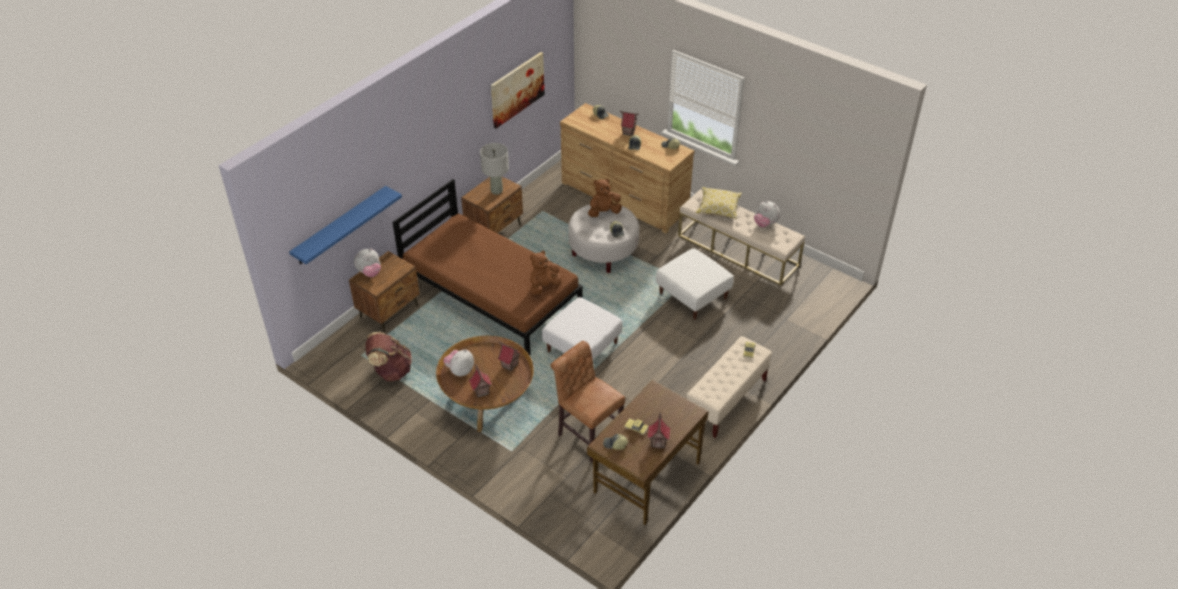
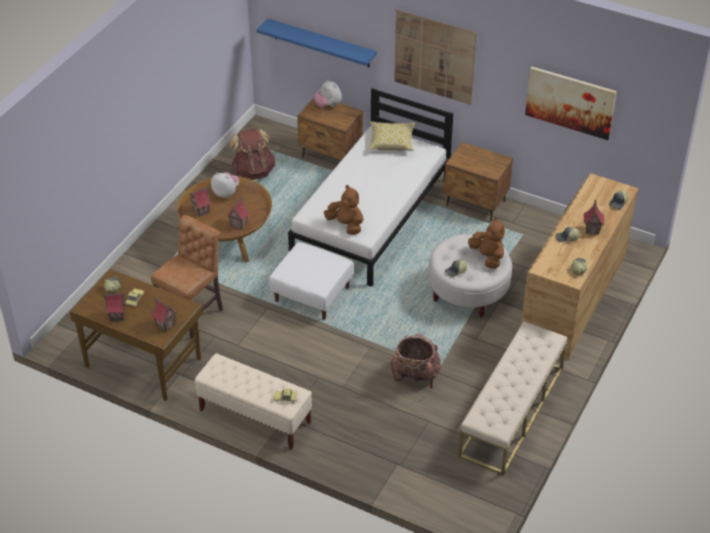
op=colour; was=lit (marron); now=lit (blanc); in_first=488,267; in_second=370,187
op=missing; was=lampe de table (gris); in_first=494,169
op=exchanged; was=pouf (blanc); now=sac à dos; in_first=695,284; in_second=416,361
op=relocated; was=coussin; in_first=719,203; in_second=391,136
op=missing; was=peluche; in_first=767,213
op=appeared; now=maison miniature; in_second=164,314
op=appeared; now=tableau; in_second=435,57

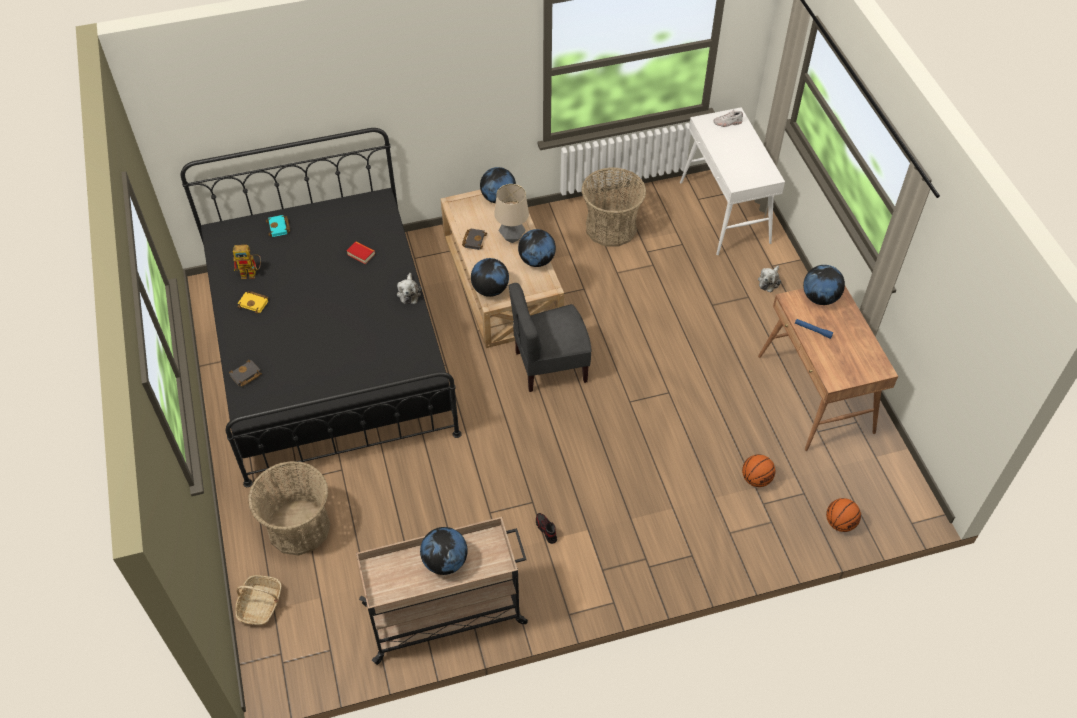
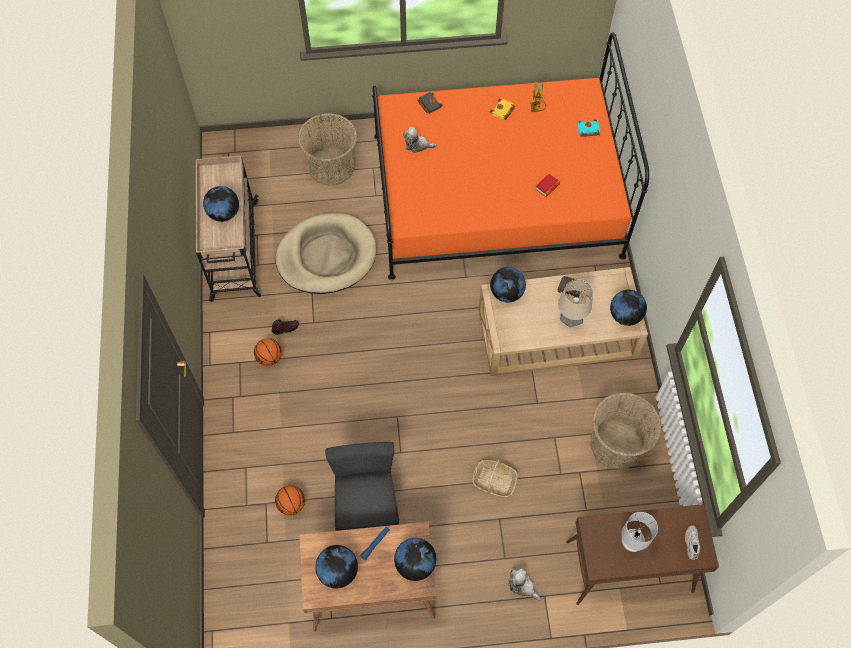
op=colour; was=lit (noir); now=lit (orange); in_first=321,307; in_second=510,156
op=relocated; was=panier; in_first=258,600; in_second=495,478
op=relocated; was=peluche; in_first=409,288; in_second=420,140
op=relocated; was=chaise (gris); in_first=550,337; in_second=362,486
op=relocated; was=globe; in_first=537,248; in_second=336,567
op=colour; was=table console (blanc); now=table console (marron); in_first=732,181; in_second=642,554
op=relocated; was=ballon de basket; in_first=843,515; in_second=268,352
op=appeared; now=panier pour chien (beige); in_second=326,253
op=appeared; now=lampe de table (gris); in_second=639,532

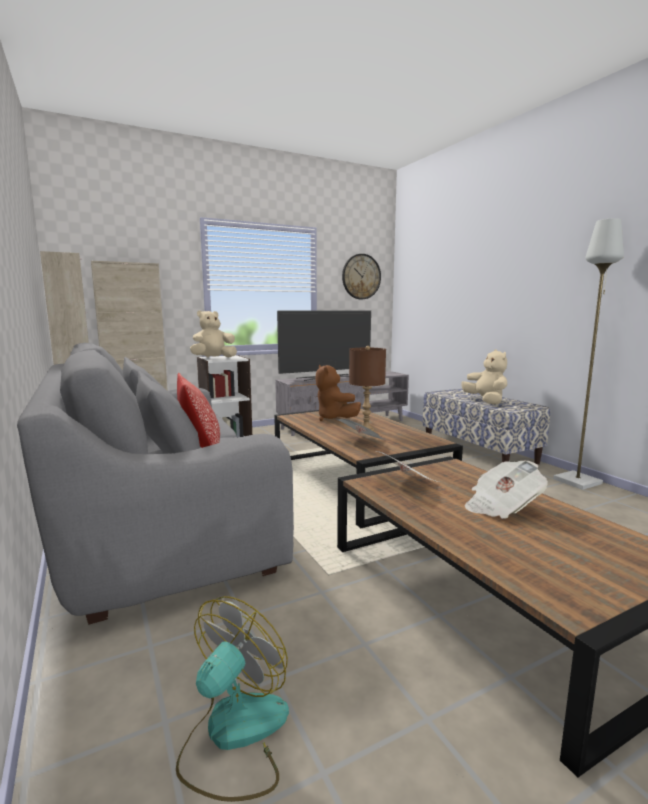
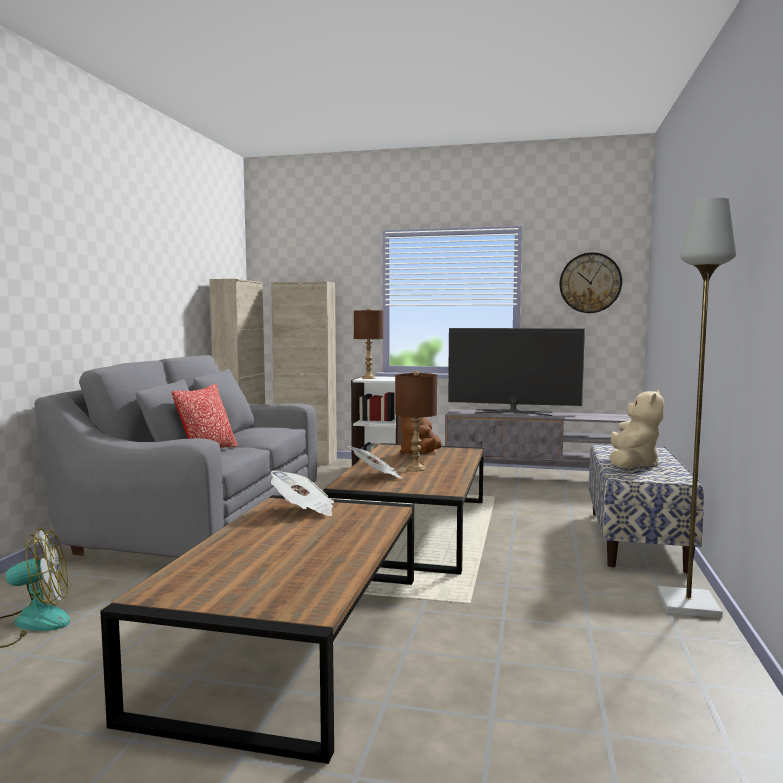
op=exchanged; was=peluche (beige); now=lampe de table (marron); in_first=213,333; in_second=368,343
op=missing; was=journal; in_first=506,490

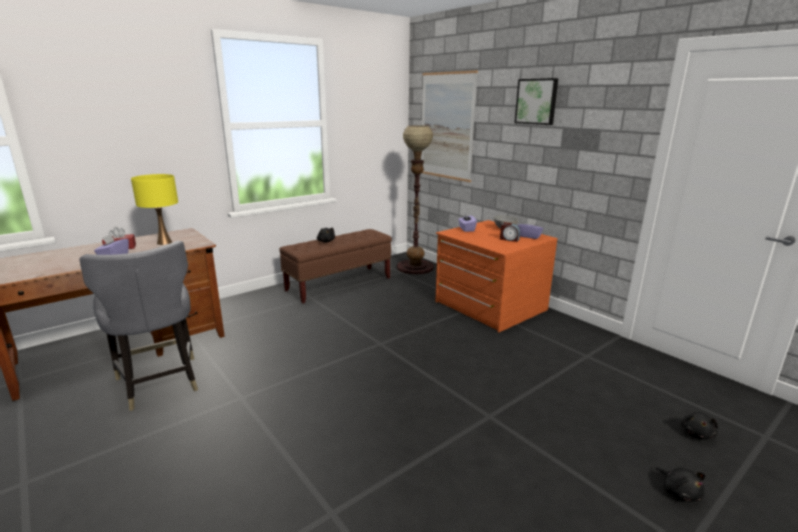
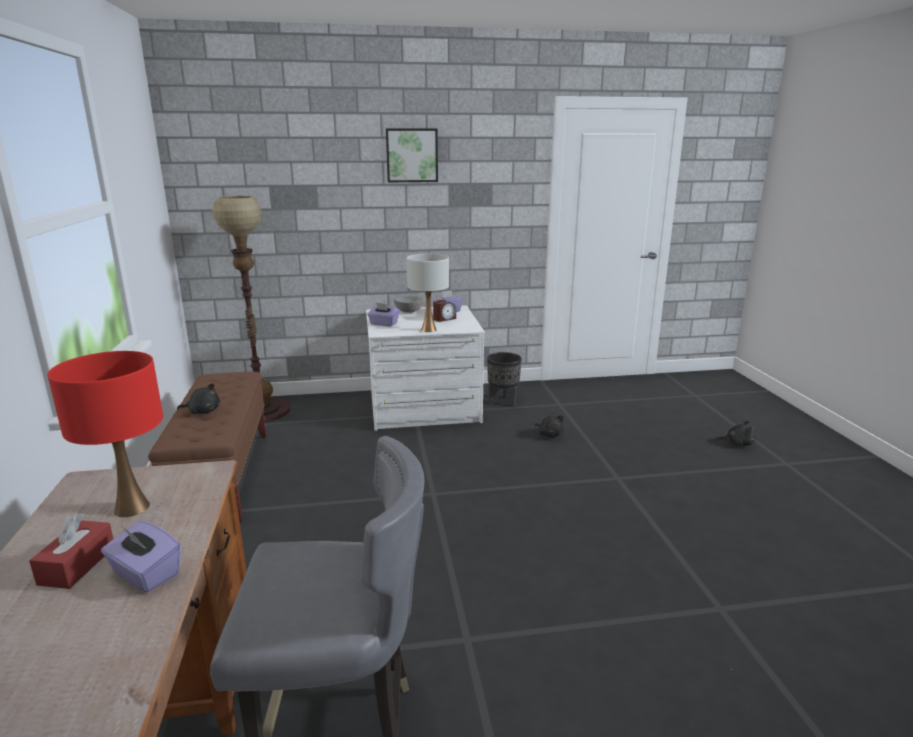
op=colour; was=lampe de table (jaune); now=lampe de table (rouge); in_first=154,209; in_second=105,434
op=missing; was=tableau; in_first=449,126
op=colour; was=commode (orange); now=commode (blanc); in_first=496,276; in_second=425,368
op=relocated; was=peluche (noir); in_first=699,425; in_second=549,426
op=appeared; now=lampe de table (blanc); in_second=427,293
op=appeared; now=cache-pot (noir); in_second=504,379

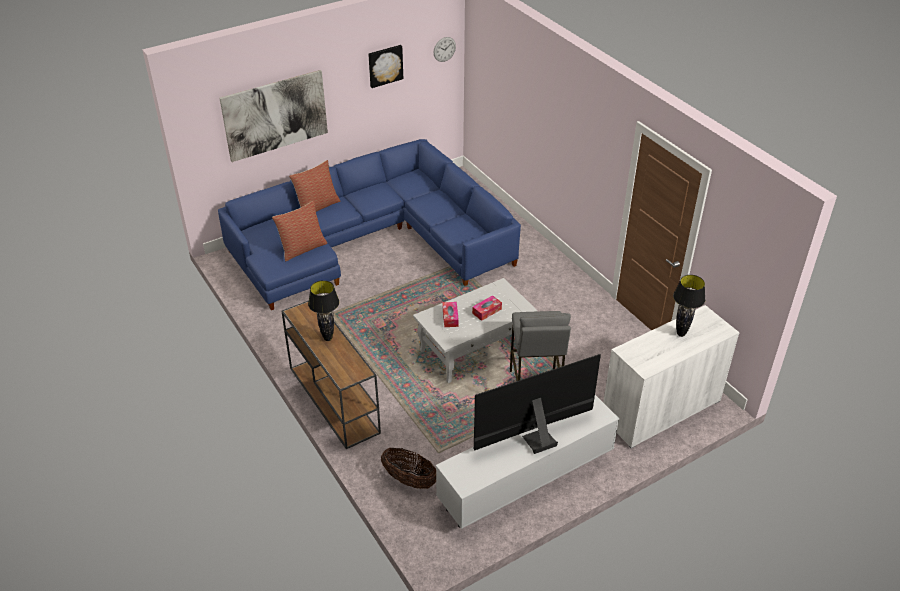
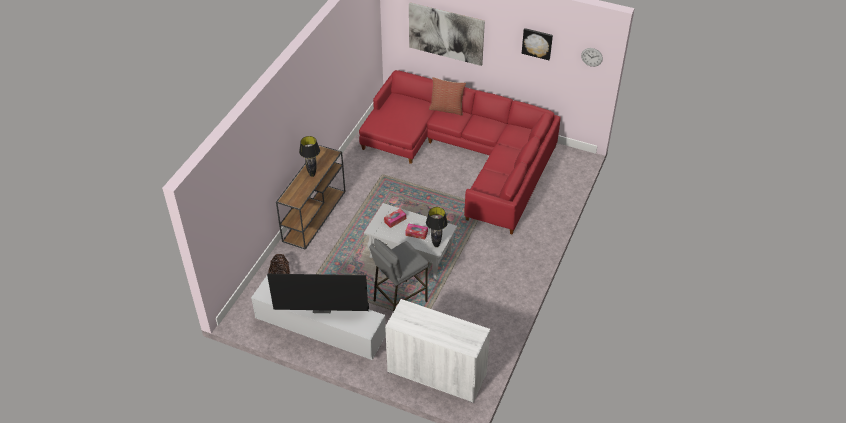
op=colour; was=canapé (bleu); now=canapé (rouge); in_first=369,224; in_second=460,152
op=missing; was=coussin; in_first=299,231
op=spun; was=téléviseur; in_first=537,404; in_second=318,293; clockwise=150
op=relocated; was=lampe de table (noir); in_first=689,306; in_second=437,227

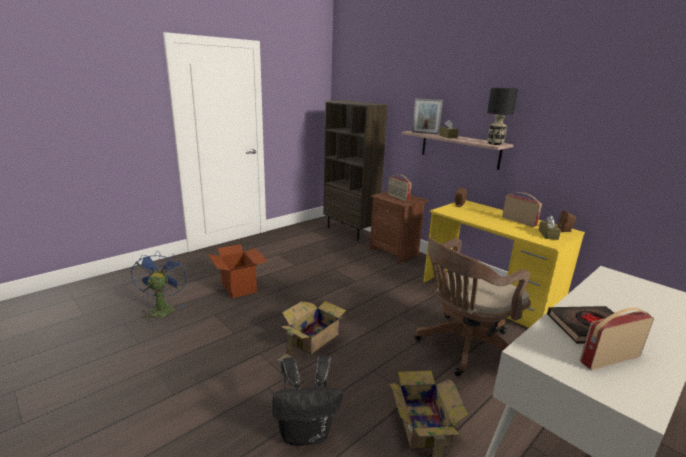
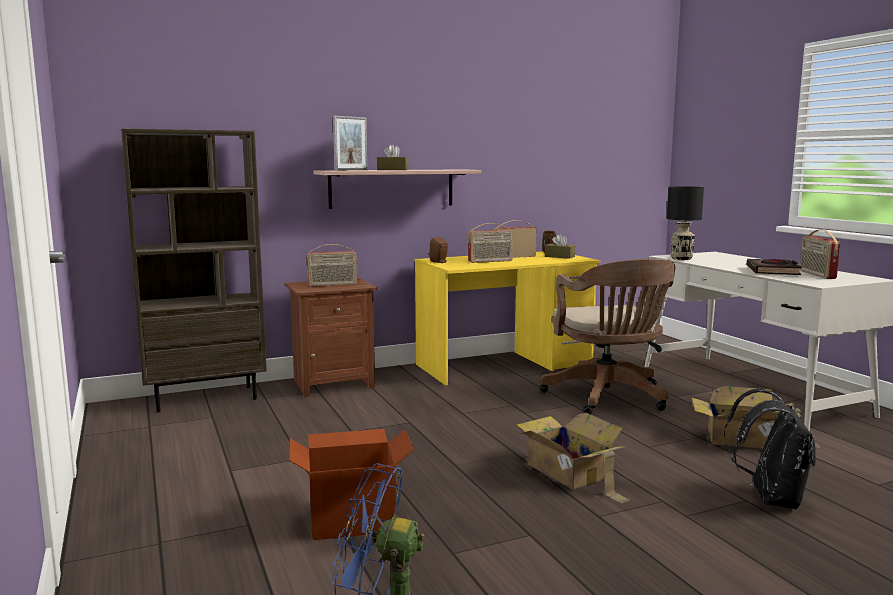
op=relocated; was=lampe de table (noir); in_first=502,116; in_second=685,223
op=appeared; now=radio; in_second=490,243

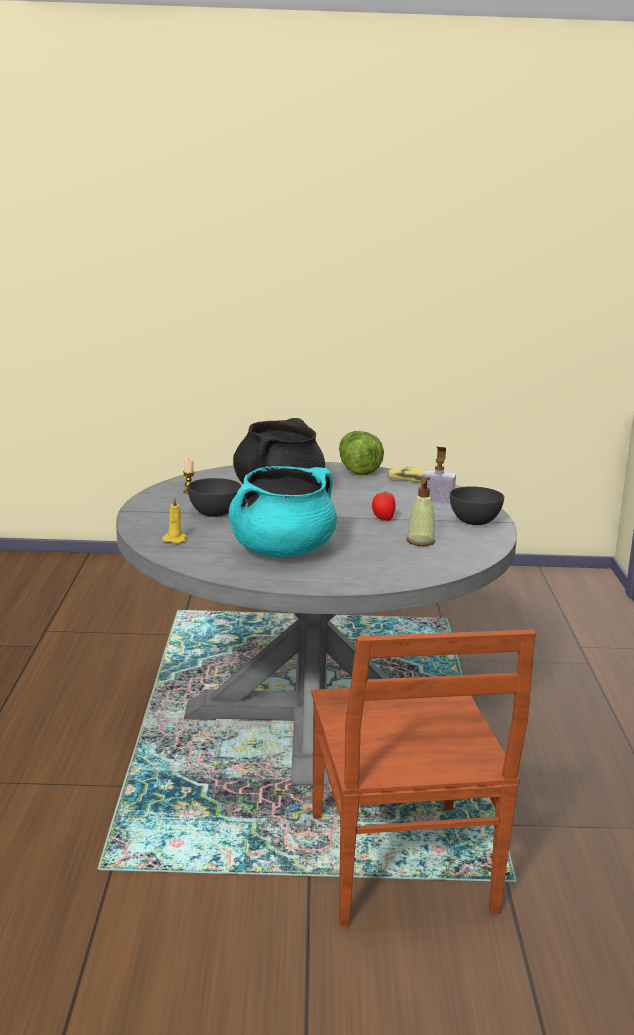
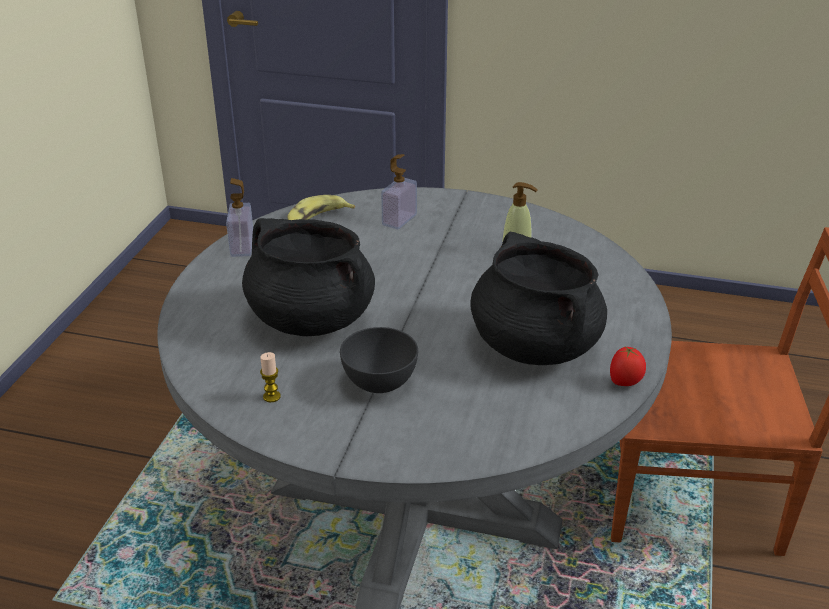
op=missing; was=bougie (jaune); in_first=174,519
op=colour; was=marmite (turquoise); now=marmite (noir); in_first=283,511; in_second=538,298
op=exchanged; was=laitue; now=distributeur de savon; in_first=361,453; in_second=239,217
op=relocated; was=tomate; in_first=384,506; in_second=628,366
op=missing; was=bol (gris); in_first=477,505

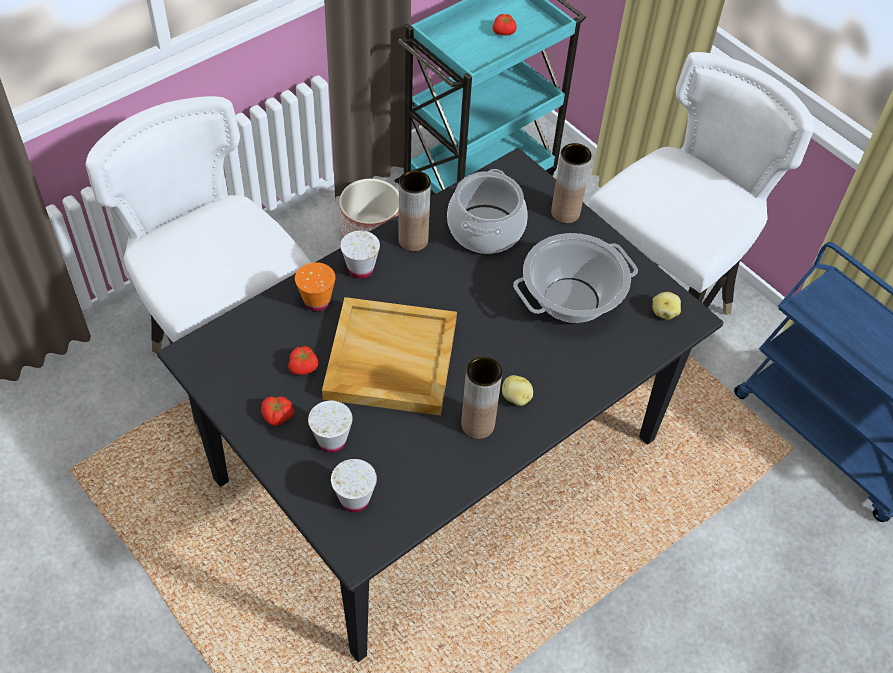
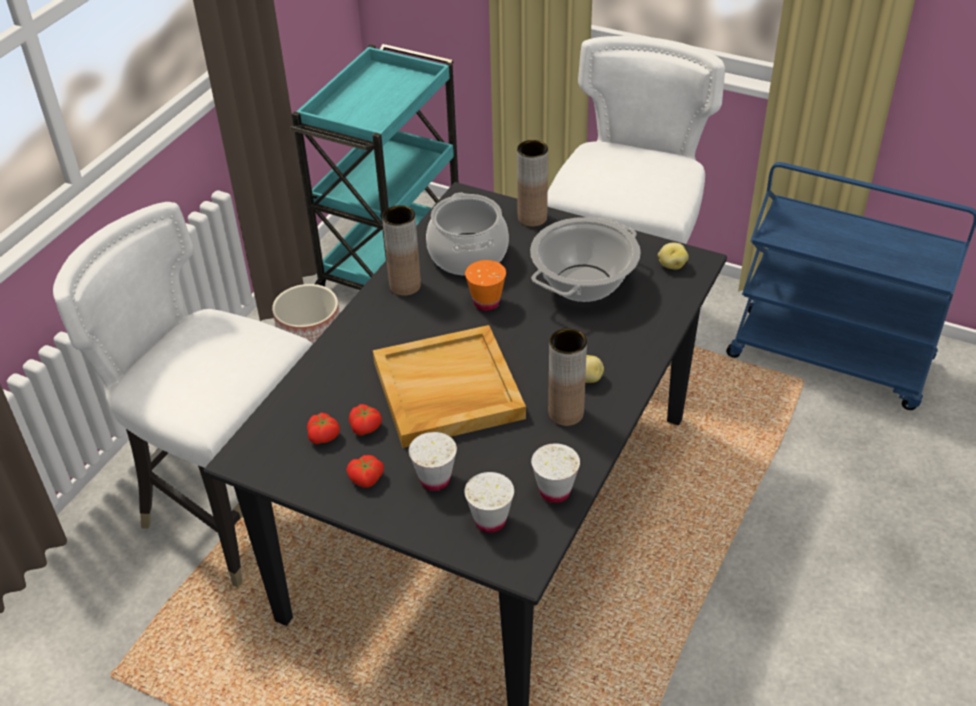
op=relocated; was=tasse (orange); in_first=315,286; in_second=485,285
op=relocated; was=tasse (blanc); in_first=360,255; in_second=555,473
op=relocated; was=tomate; in_first=505,25; in_second=323,428

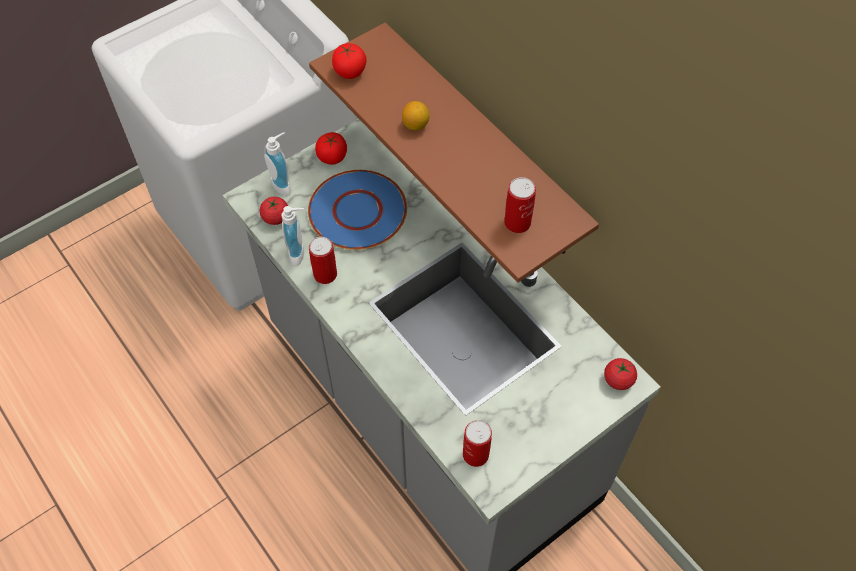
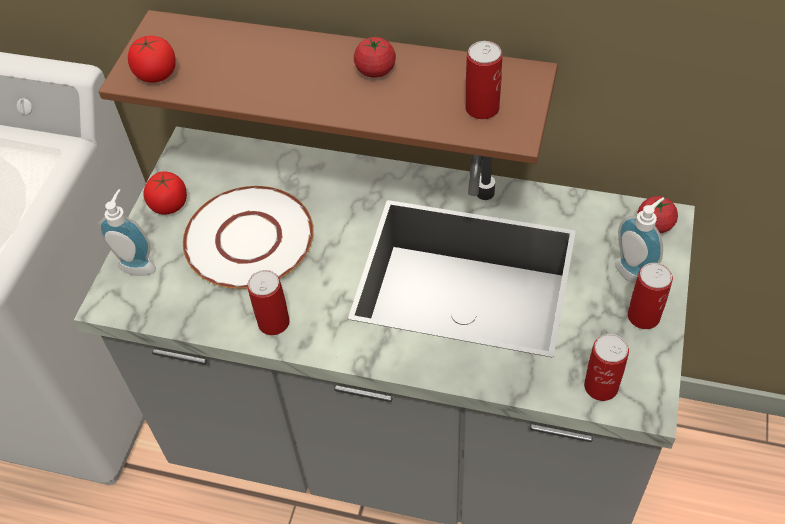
op=relocated; was=tomate; in_first=274,211; in_second=375,57
op=relocated; was=distributeur de savon; in_first=292,236; in_second=640,240
op=colour; was=assiette (bleu); now=assiette (blanc); in_first=357,210; in_second=248,237
op=missing; was=citron; in_first=416,115
op=appeared; now=boîte métallique; in_second=650,296

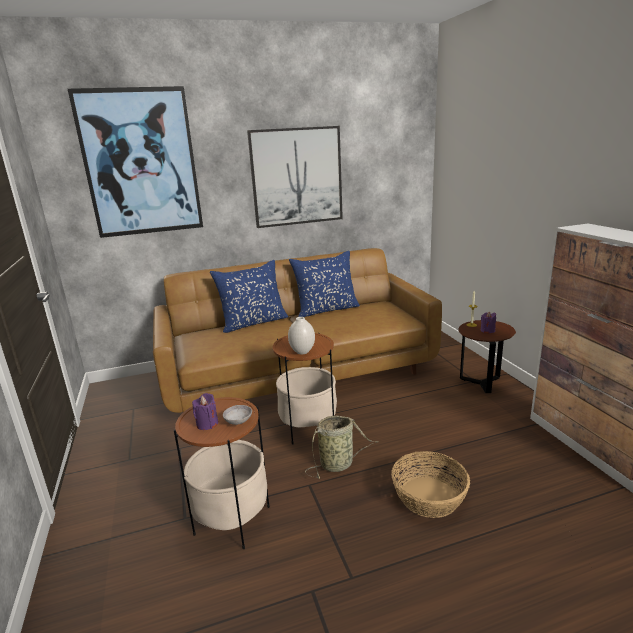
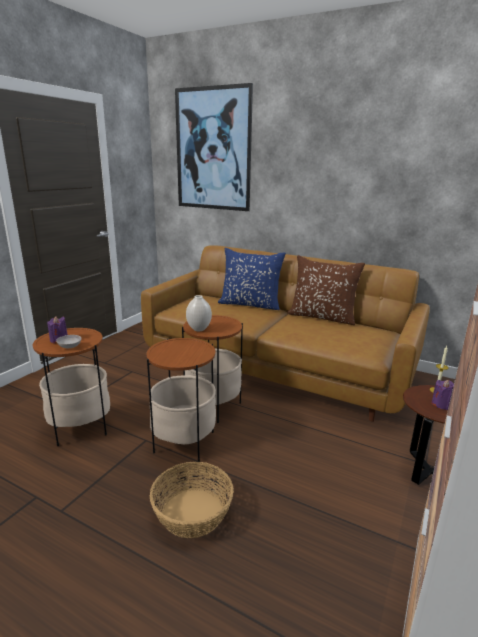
op=missing; was=tableau; in_first=295,177
op=colour; was=coussin (bleu); now=coussin (marron); in_first=324,284; in_second=326,290
op=exchanged; was=panier; now=table d'appoint; in_first=342,447; in_second=181,400

